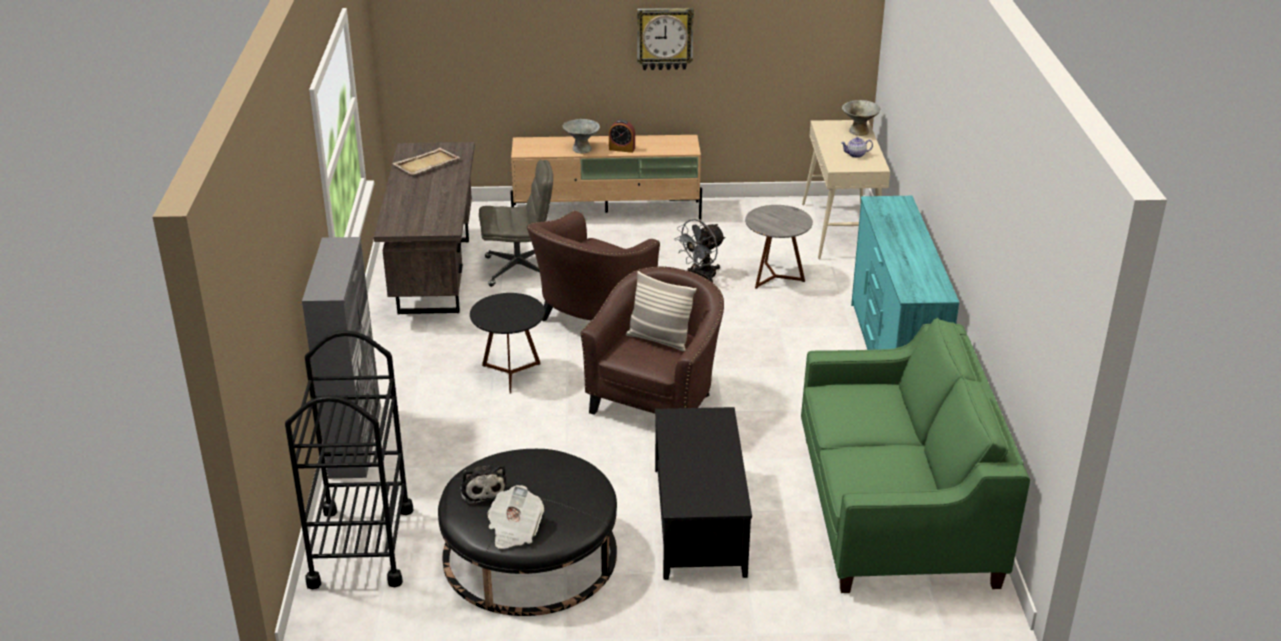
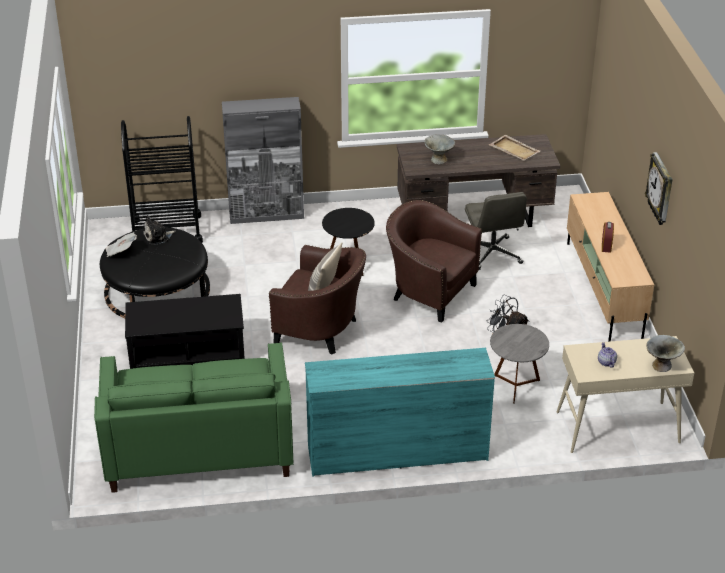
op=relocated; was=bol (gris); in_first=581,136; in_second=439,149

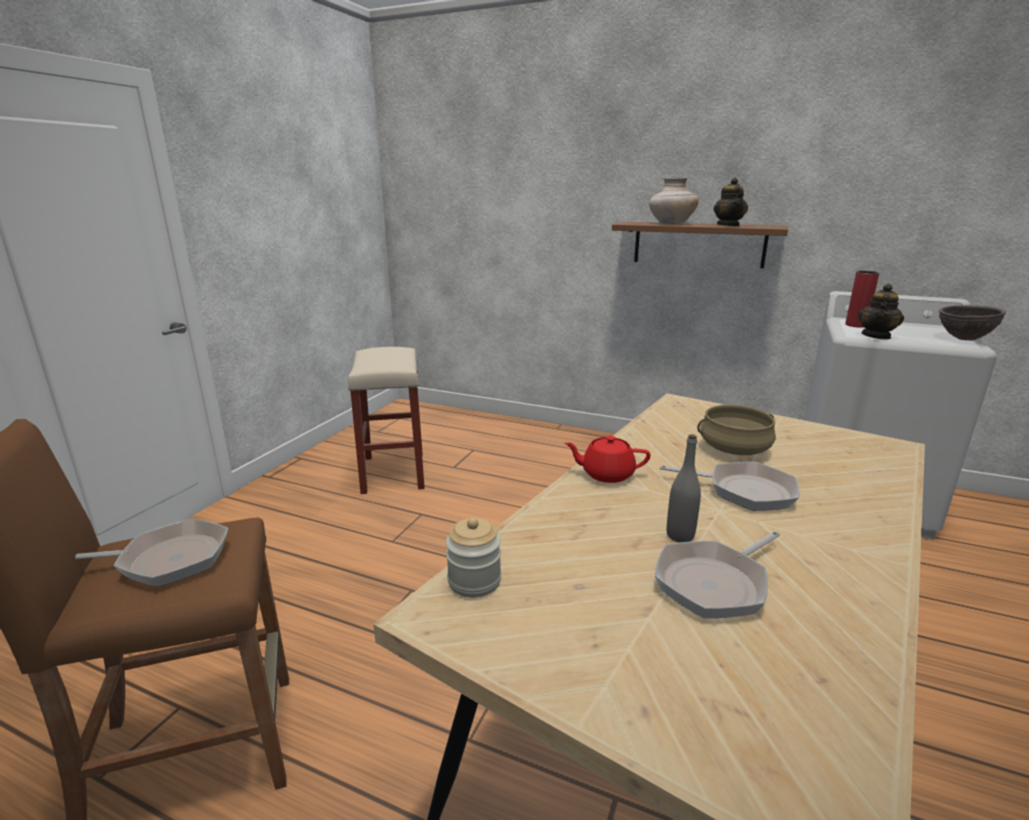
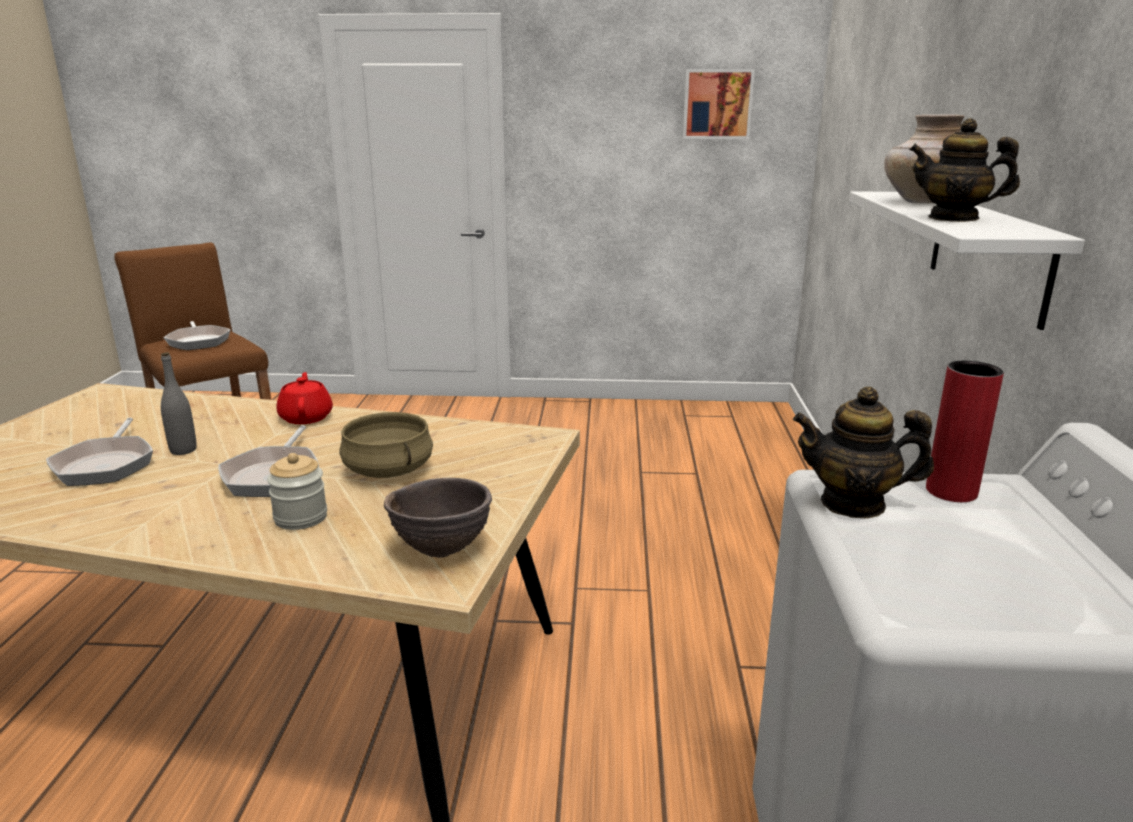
op=missing; was=tabouret (beige); in_first=386,420
op=relocated; was=bocal; in_first=473,558; in_second=297,491
op=colour; was=étagère (marron); now=étagère (blanc); in_first=700,245; in_second=967,260
op=spun; was=poêle; in_first=717,574; in_second=99,452; clockwise=-135
op=spun; was=théière; in_first=731,202; in_second=964,170; clockwise=45
op=relocated; was=bol (marron); in_first=972,323; in_second=438,518
op=appeared; now=tableau; in_second=719,104

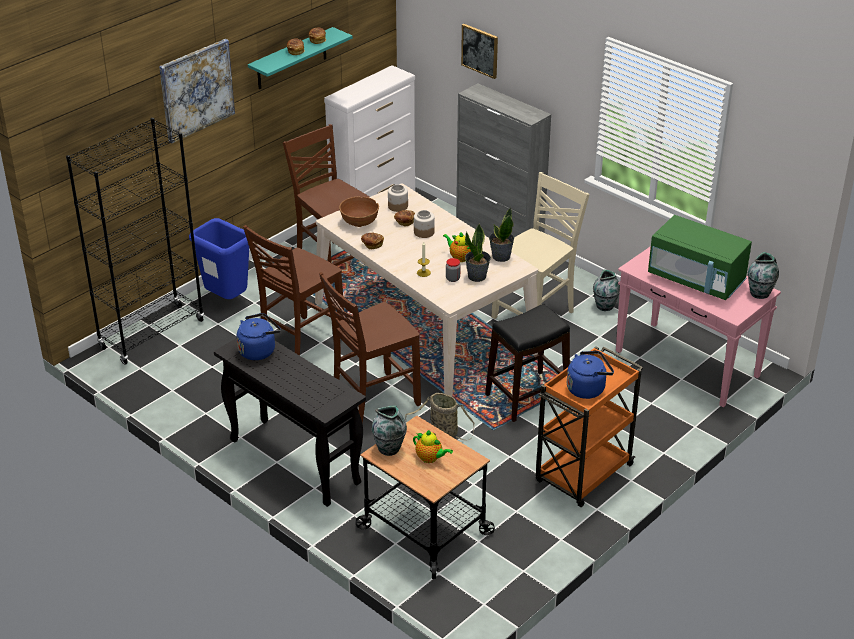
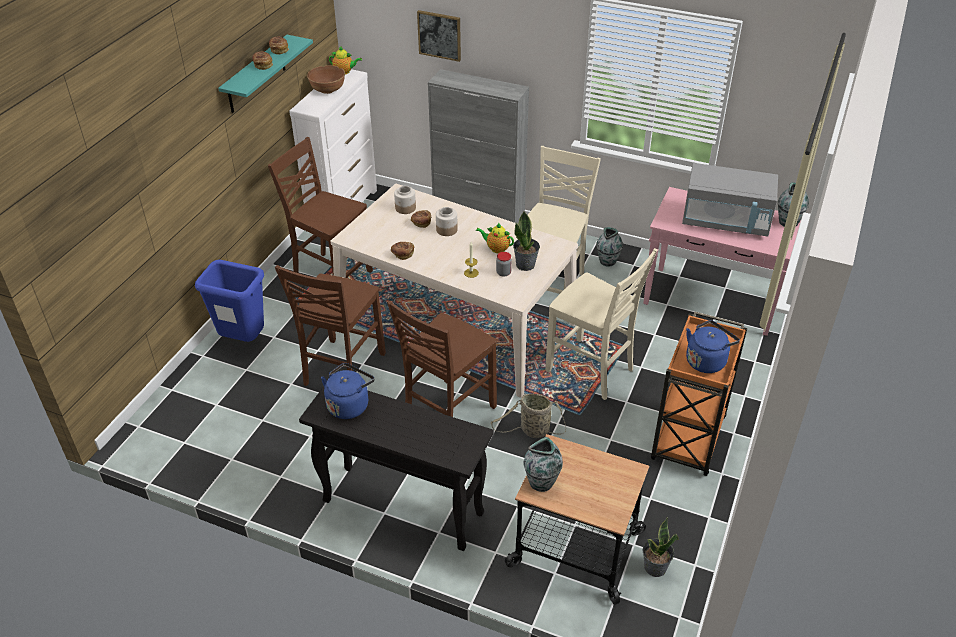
op=missing; was=bibliothèque (noir); in_first=135,241
op=missing; was=tableau; in_first=197,91
op=relocated; was=bol (marron); in_first=359,212; in_second=326,79
op=relocated; was=théière; in_first=433,446; in_second=345,61
op=exchanged; was=tabouret (noir); now=chaise (beige); in_first=527,363; in_second=601,324
op=relocated; was=plante en pot; in_first=501,234; in_second=661,547
op=colour; was=micro-ondes (vert); now=micro-ondes (gris); in_first=700,257; in_second=730,199

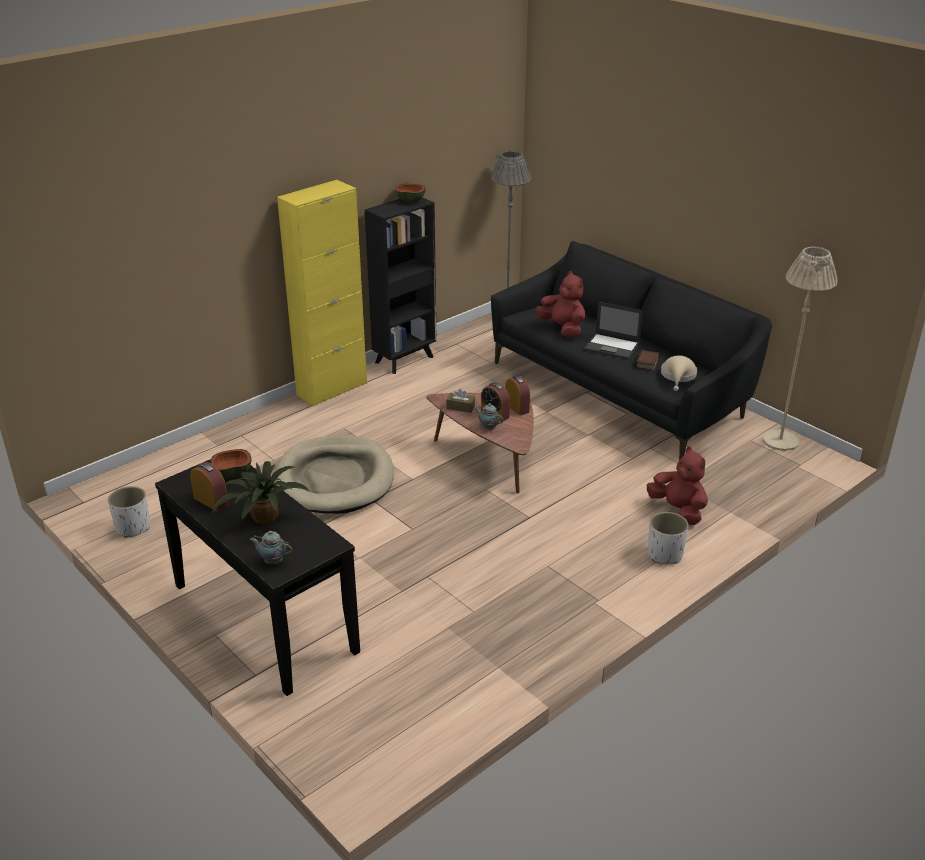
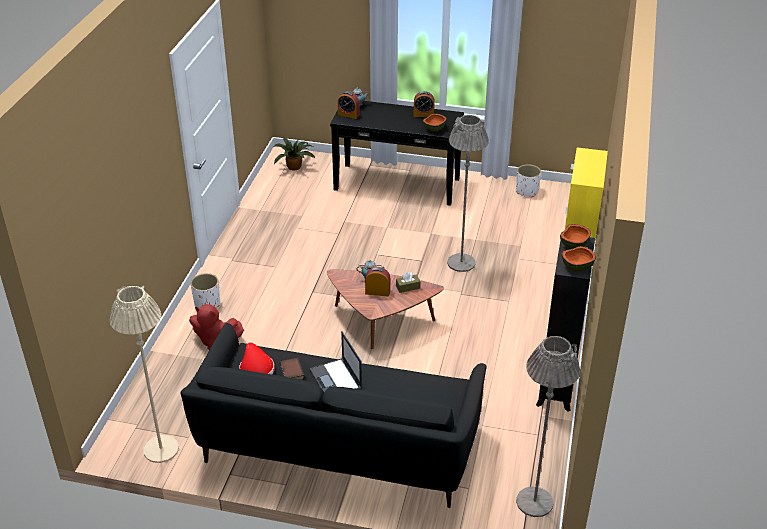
op=relocated; was=plante en pot; in_first=261,492; in_second=294,153
op=exchanged; was=panier pour chien (beige); now=lampadaire (gris); in_first=334,474; in_second=468,193
op=relocated; was=réveil; in_first=517,395; in_second=349,105
op=missing; was=peluche (rouge); in_first=561,304
op=spun; was=ordinateur portable; in_first=613,330; in_second=335,361; clockwise=-105
op=colour; was=chapeau (beige); now=chapeau (rouge); in_first=679,373; in_second=256,359
op=appeared; now=bol; in_second=575,236

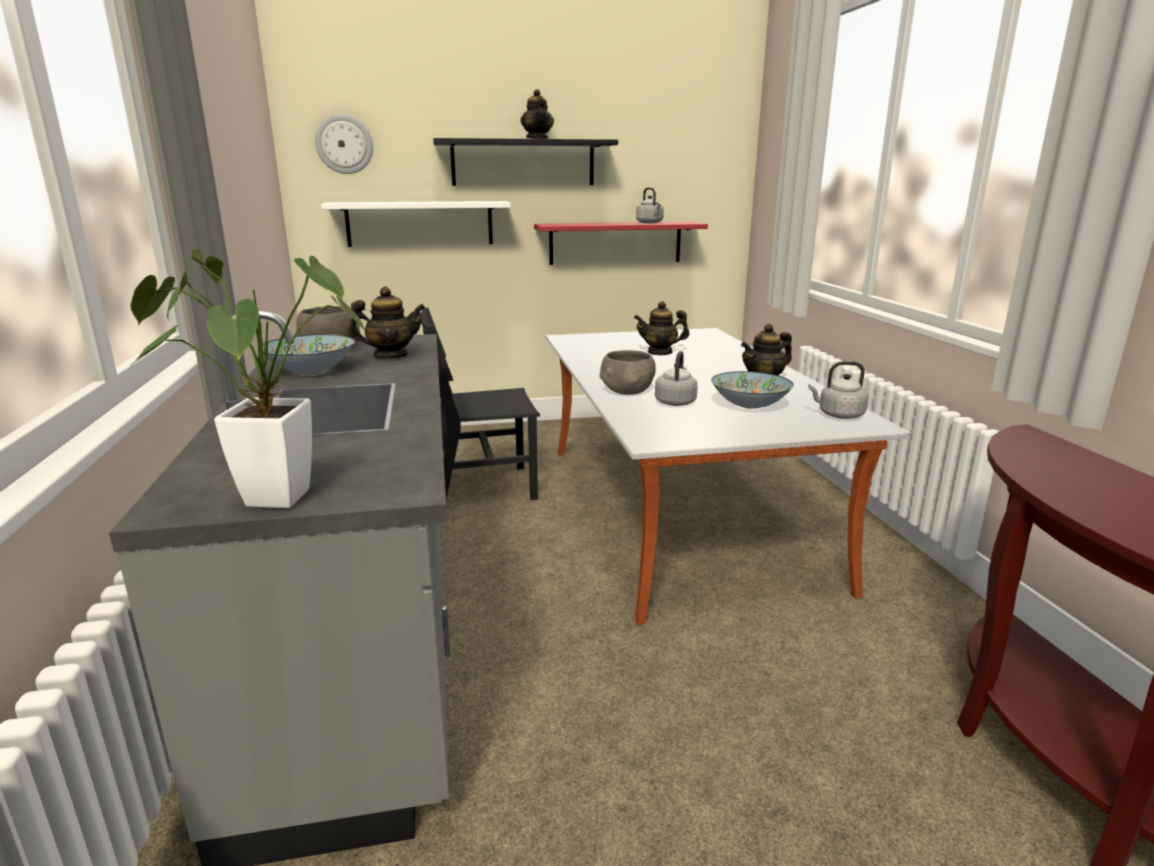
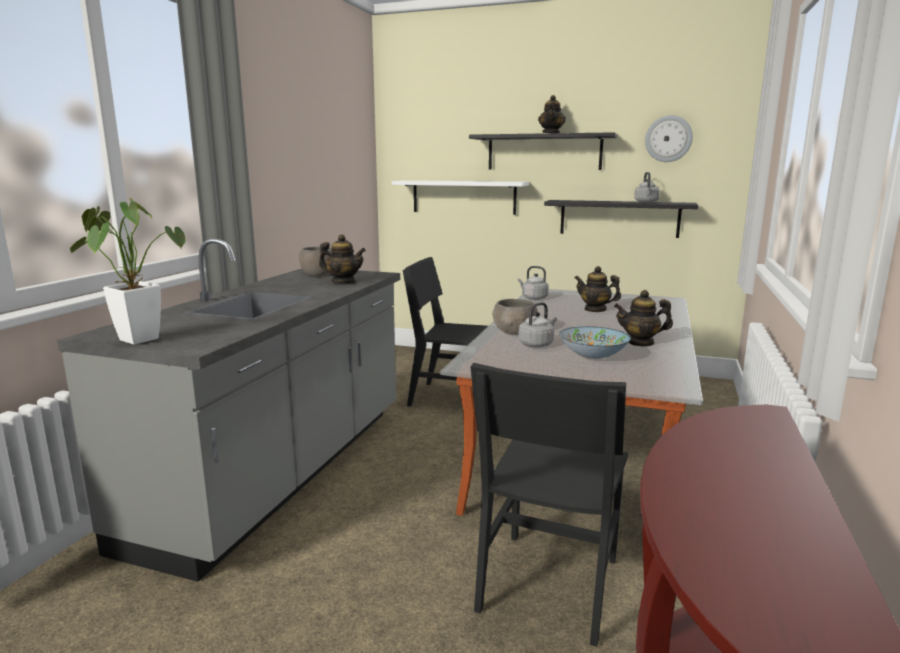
op=missing; was=bol; in_first=309,354
op=relocated; was=horloge murale; in_first=344,144; in_second=669,138
op=colour; was=étagère (rouge); now=étagère (noir); in_first=621,243; in_second=621,219
op=relocated; was=bouilloire (gris); in_first=838,390; in_second=533,283
op=appeared; now=chaise (noir); in_second=549,505

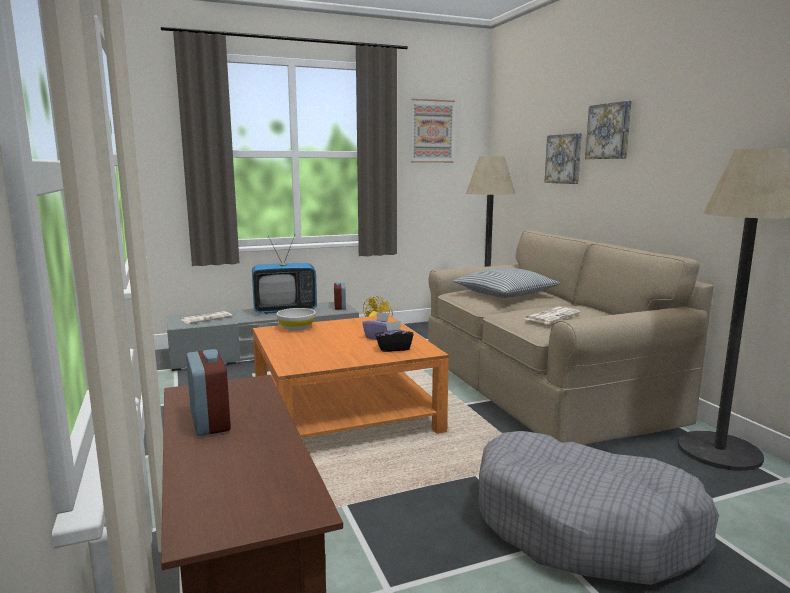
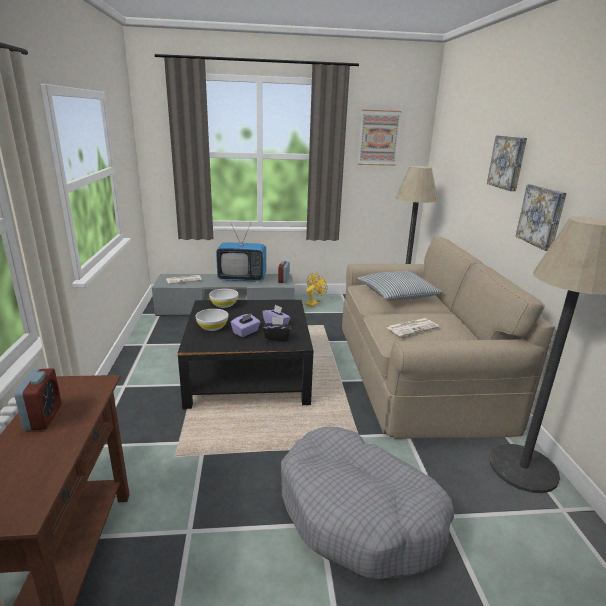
op=colour; was=table basse (orange); now=table basse (noir); in_first=351,376; in_second=245,355
op=relocated; was=tableau; in_first=563,158; in_second=541,217
op=appeared; now=bol (blanc); in_second=212,320
op=appeared; now=boîte à mouchoirs (violet); in_second=245,325

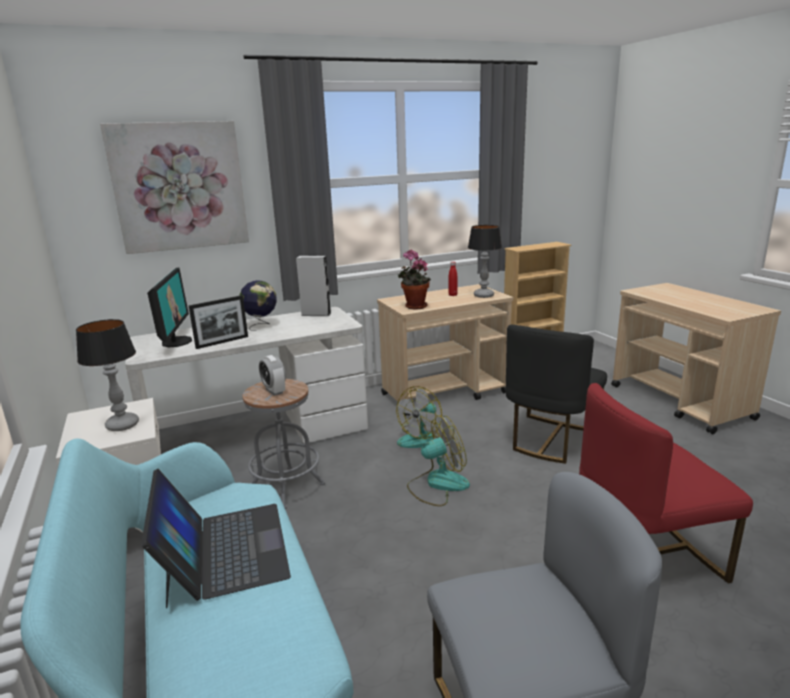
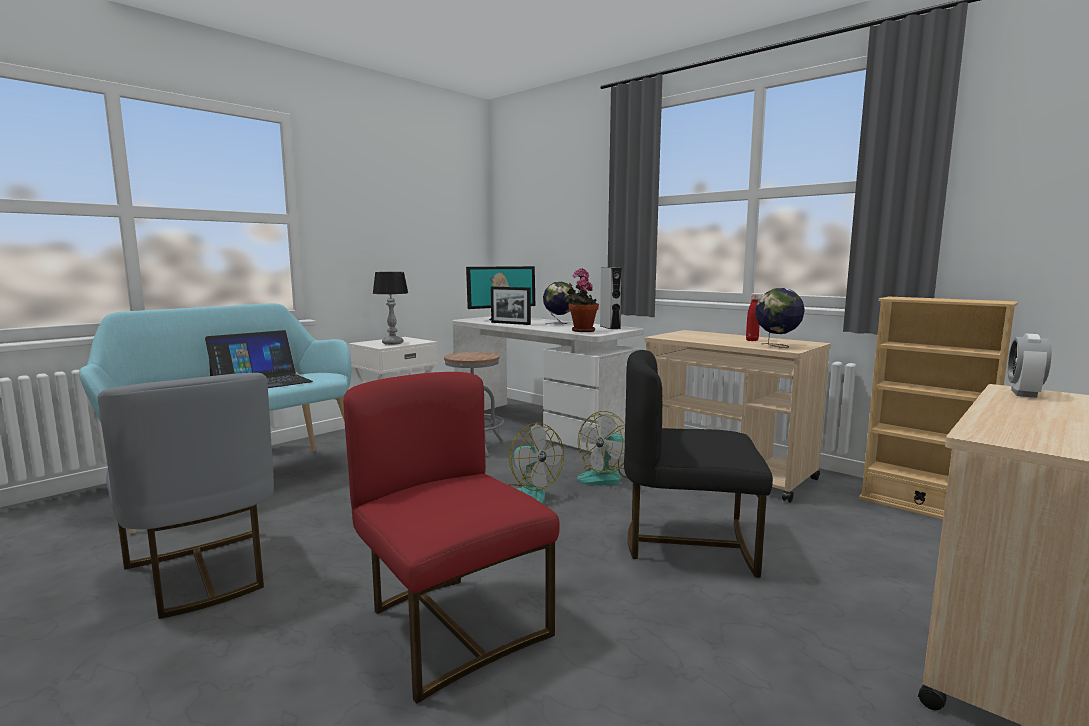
op=missing; was=tableau; in_first=174,187
op=relocated; was=réveil; in_first=272,375; in_second=1029,366
op=spun; was=ventilateur; in_first=420,417; in_second=602,448; clockwise=-60
op=relocated; was=plante en pot; in_first=414,279; in_second=582,300
op=exchanged; was=lampe de table; now=globe; in_first=485,261; in_second=780,318

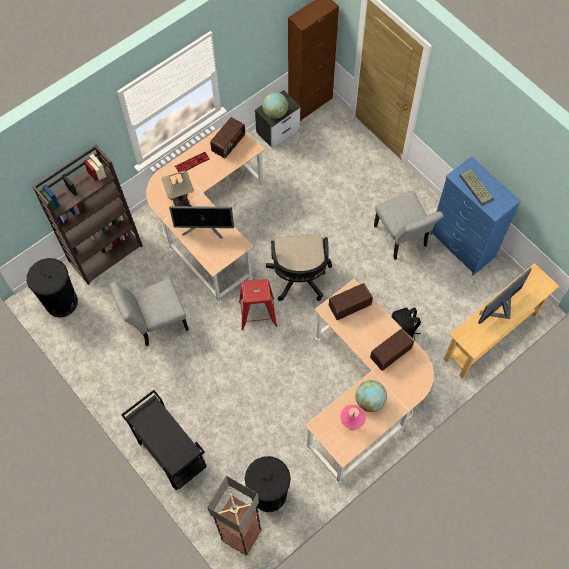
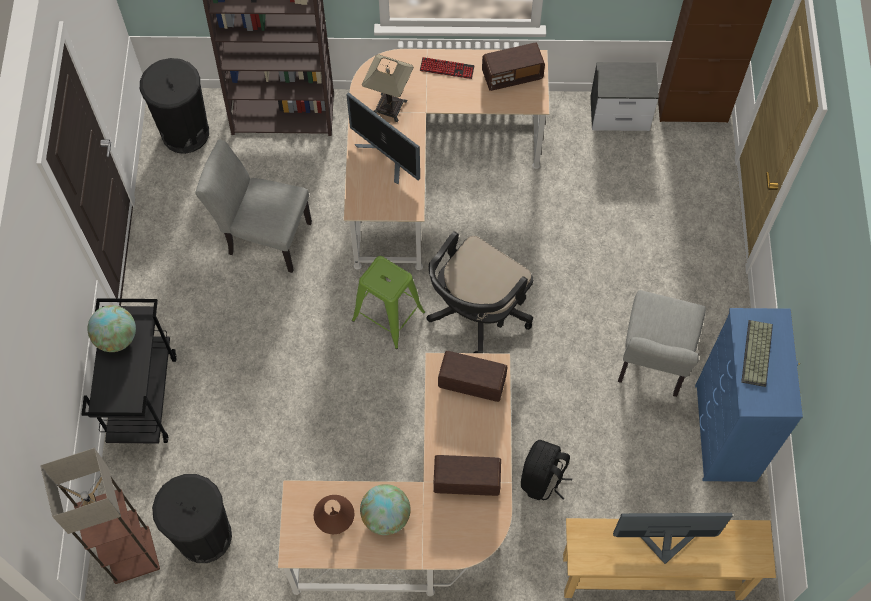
op=colour; was=tabouret (rouge); now=tabouret (vert); in_first=258,304; in_second=388,302
op=relocated; was=globe; in_first=275,105; in_second=112,328
op=colour; was=lampe de table (rose); now=lampe de table (marron); in_first=353,417; in_second=334,514

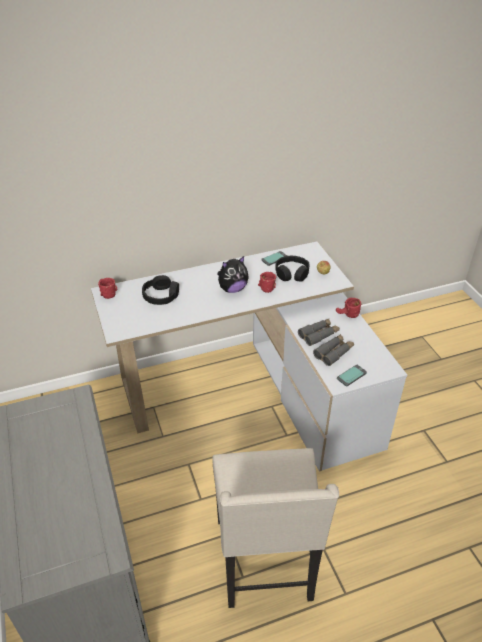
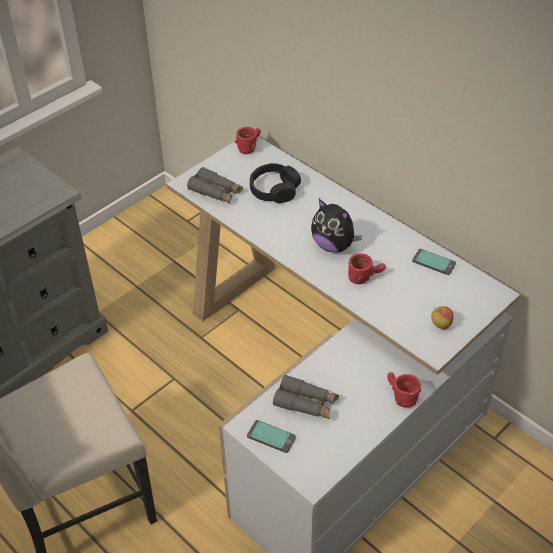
op=missing; was=casque audio (noir); in_first=292,269
op=relocated; was=jumelles (gris); in_first=319,332; in_second=215,185

